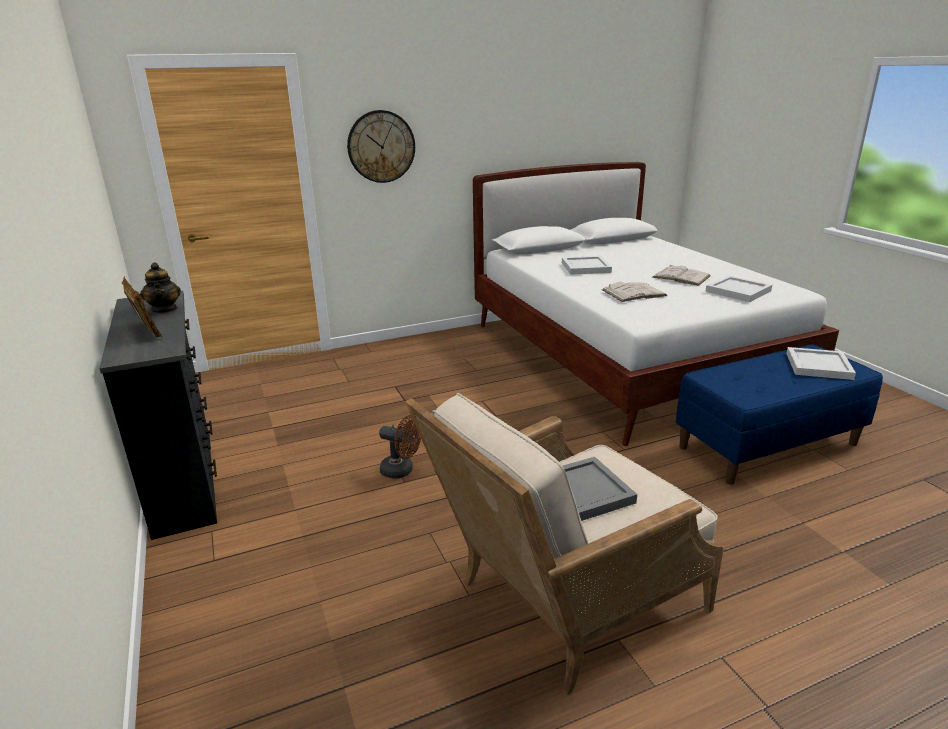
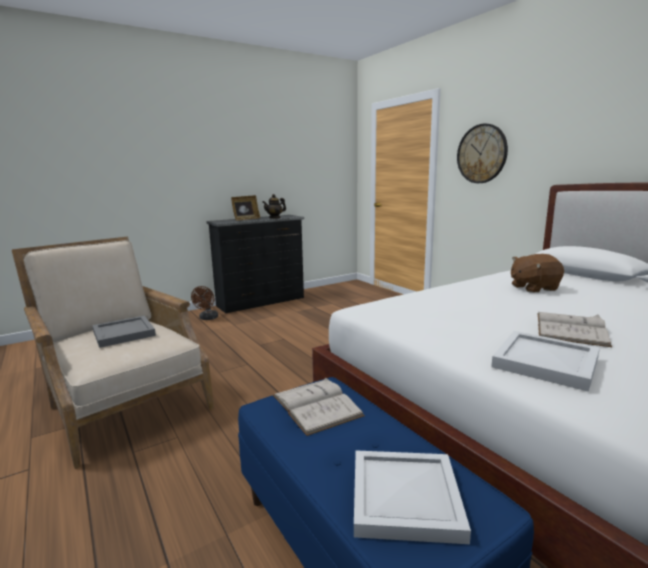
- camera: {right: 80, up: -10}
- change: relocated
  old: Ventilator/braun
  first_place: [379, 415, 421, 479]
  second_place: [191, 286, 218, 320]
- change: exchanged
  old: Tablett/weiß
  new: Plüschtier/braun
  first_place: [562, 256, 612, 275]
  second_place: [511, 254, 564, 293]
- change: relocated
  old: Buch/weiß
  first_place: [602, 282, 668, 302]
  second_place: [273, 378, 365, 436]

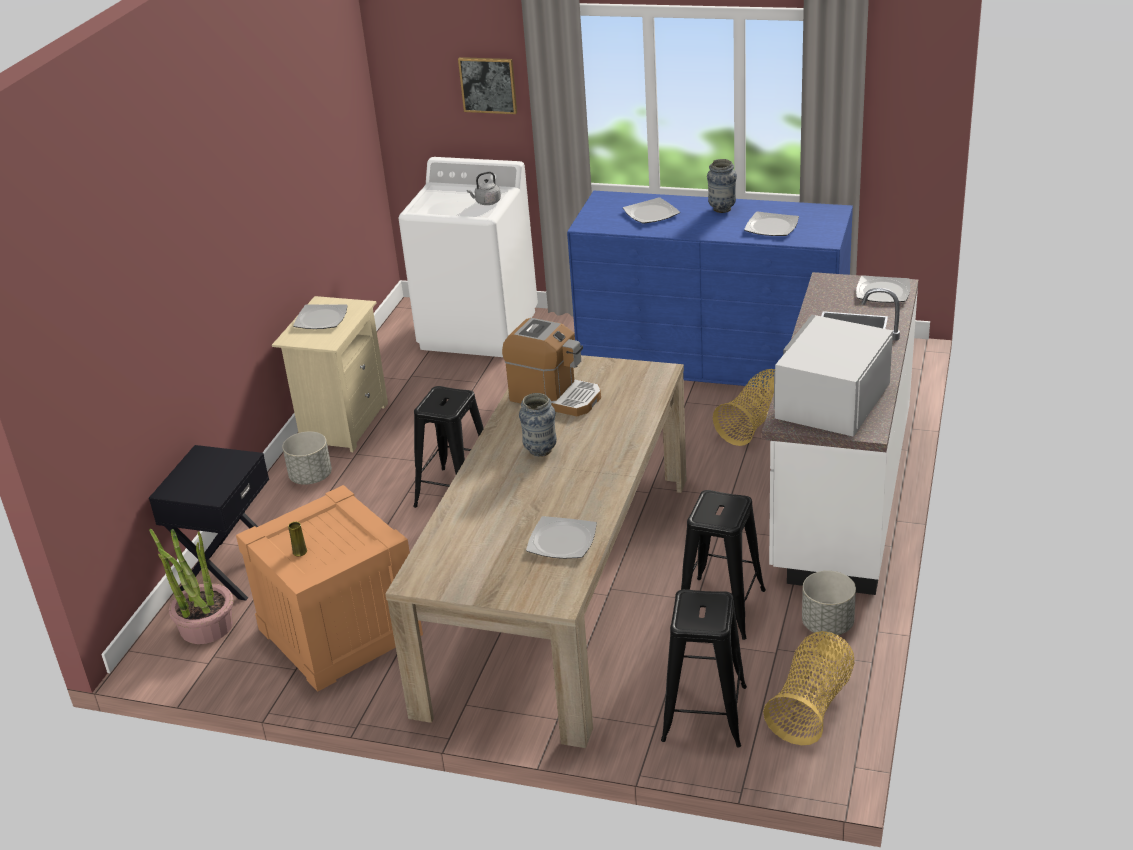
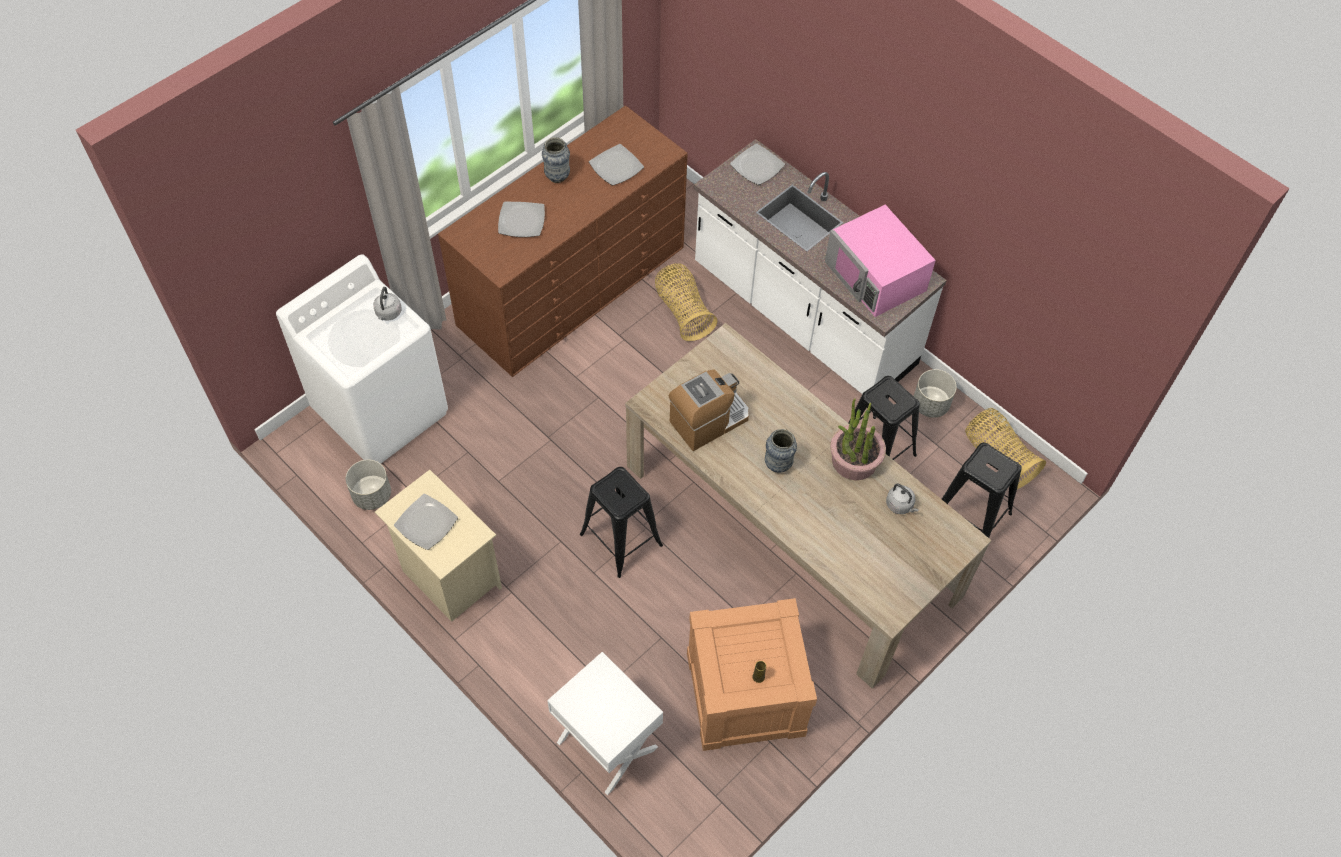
- camera: {right: -65, up: 25}
- change: colour
  old: Nachttisch/schwarz
  new: Nachttisch/weiß
  first_place: [149, 445, 269, 600]
  second_place: [547, 652, 663, 795]
- change: relocated
  old: Topfpflanze
  first_place: [149, 529, 234, 644]
  second_place: [830, 398, 886, 480]
- change: relocated
  old: Pflanzkübel/grau
  first_place: [282, 431, 332, 485]
  second_place: [346, 460, 391, 510]
- change: missing
  old: Bild
  first_place: [458, 57, 517, 114]
- change: exchanged
  old: Teller
  new: Wasserkessel/grau
  first_place: [526, 516, 597, 559]
  second_place: [886, 483, 919, 514]
- change: colour
  old: Kommode/blau
  new: Kommode/braun
  first_place: [567, 191, 853, 388]
  second_place: [438, 105, 688, 377]
- change: colour
  old: Mikrowelle/weiß
  new: Mikrowelle/rosa
  first_place: [774, 315, 893, 437]
  second_place: [825, 205, 936, 317]

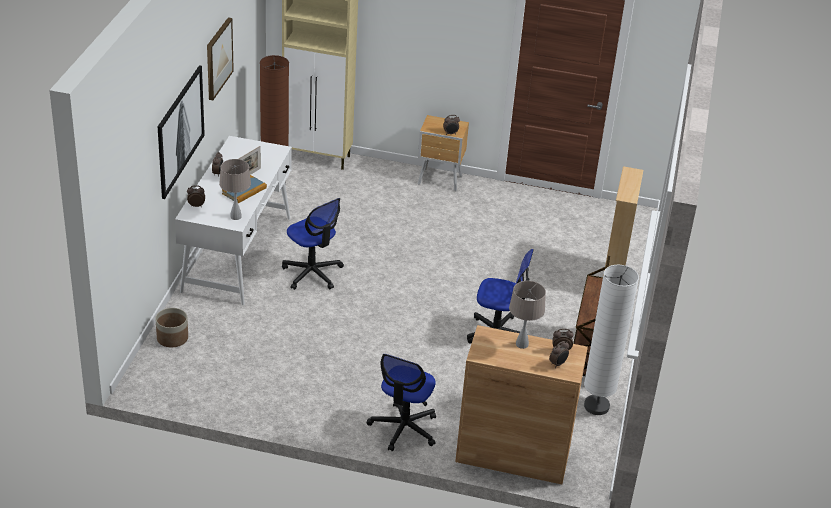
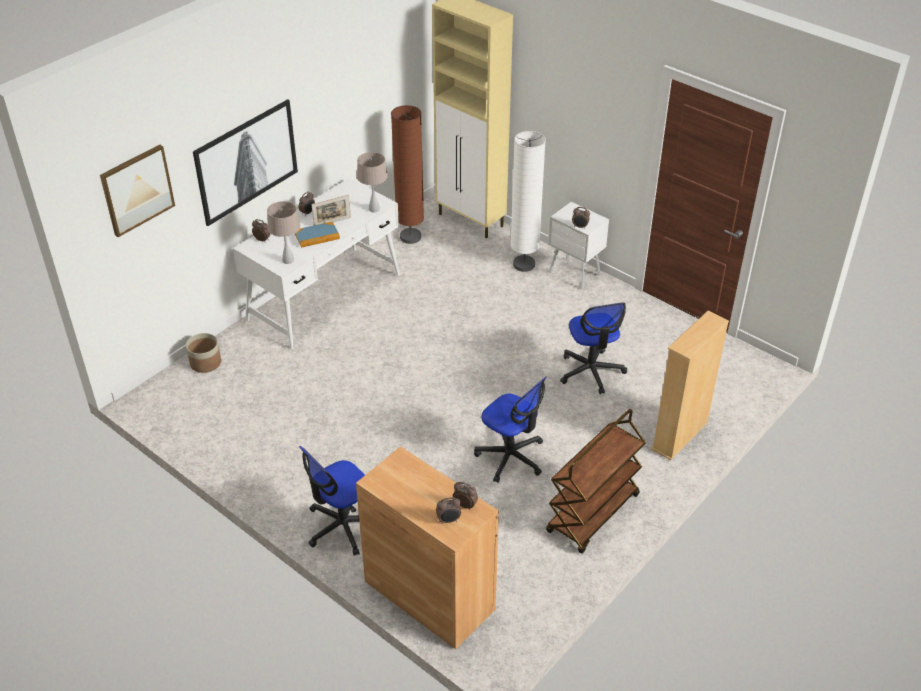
- camera: {right: 30, up: 5}
- change: relocated
  old: Bild
  first_place: [207, 17, 234, 100]
  second_place: [100, 145, 175, 237]
- change: relocated
  old: Bürostuhl
  first_place: [282, 198, 344, 290]
  second_place: [560, 302, 627, 394]
- change: colour
  old: Nachttisch/braun
  new: Nachttisch/weiß
  first_place: [418, 115, 469, 191]
  second_place: [548, 202, 609, 289]
- change: relocated
  old: Tischlampe/beige
  first_place: [509, 281, 546, 349]
  second_place: [357, 152, 388, 212]
- change: relocated
  old: Stehlampe/weiß
  first_place: [584, 265, 639, 415]
  second_place: [510, 131, 546, 272]

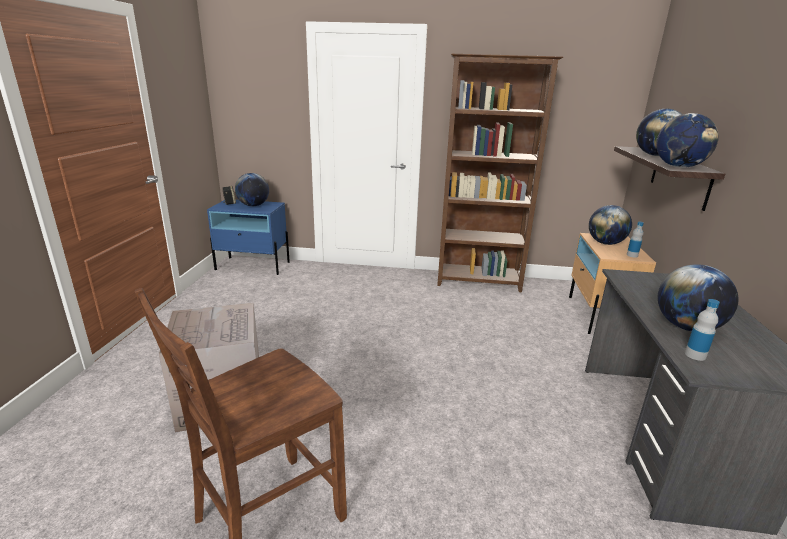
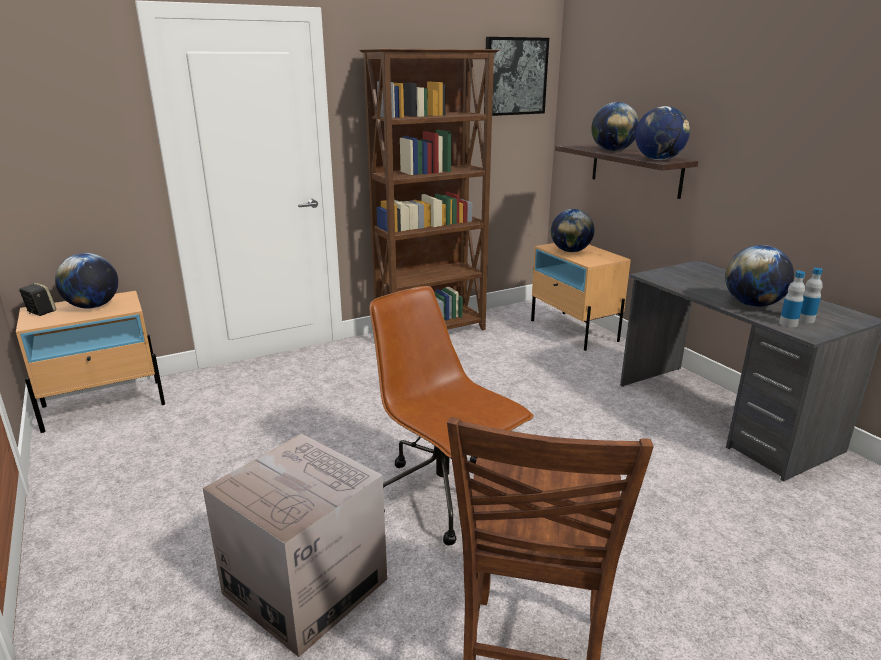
- camera: {right: -35, up: 0}
- change: colour
  old: Nachttisch/blau
  new: Nachttisch/beige
  first_place: [207, 200, 290, 275]
  second_place: [16, 291, 165, 433]
- change: relocated
  old: Flasche
  first_place: [627, 222, 644, 258]
  second_place: [799, 268, 823, 323]
- change: appeared
  new: Bürostuhl/braun
  second_place: [370, 286, 534, 546]
- change: appeared
  new: Bild
  second_place: [484, 37, 549, 116]

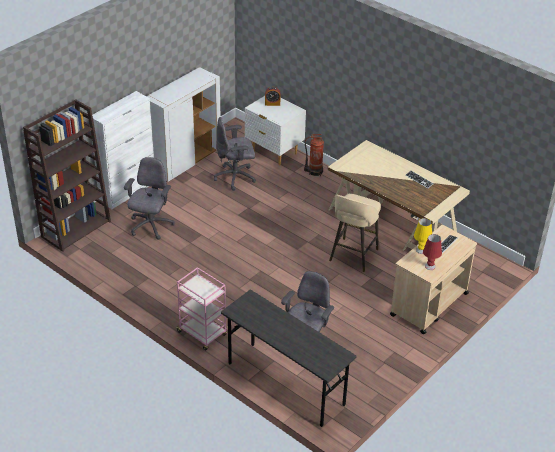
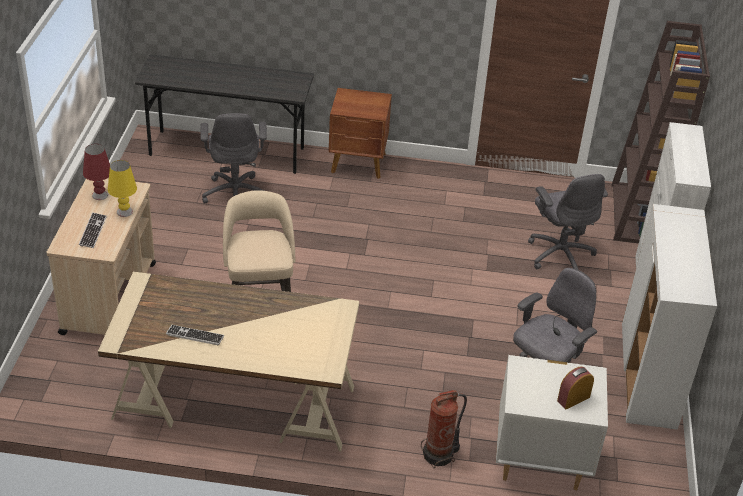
- camera: {right: 145, up: 0}
- change: exchanged
  old: Rollwagen/rosa
  new: Nachttisch/braun
  first_place: [175, 267, 227, 350]
  second_place: [329, 88, 392, 179]

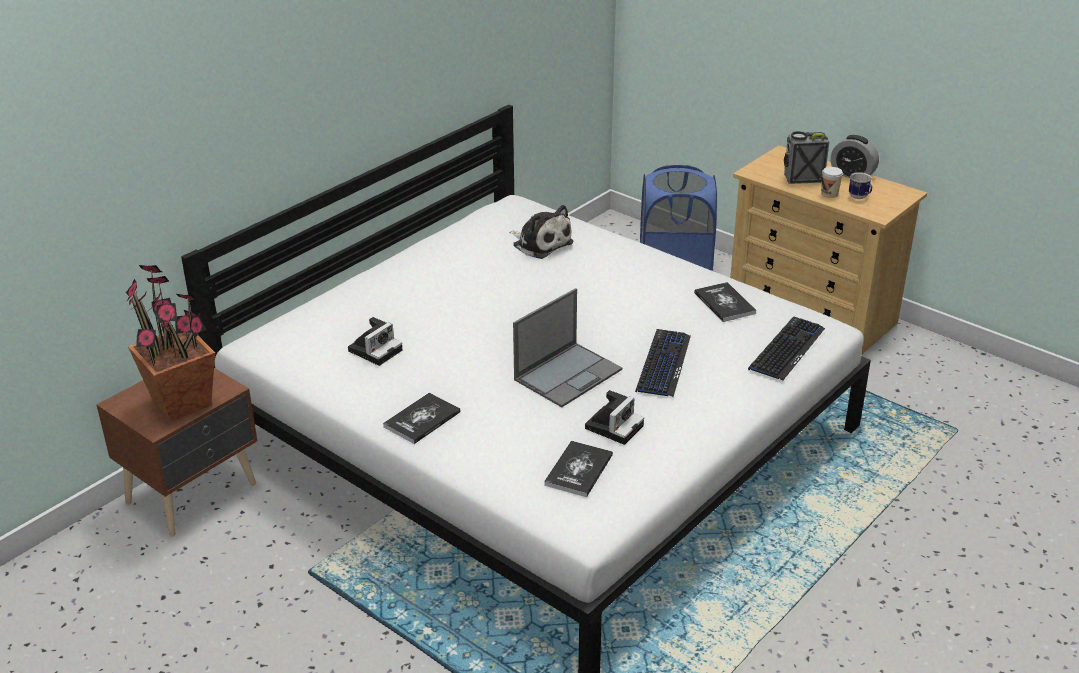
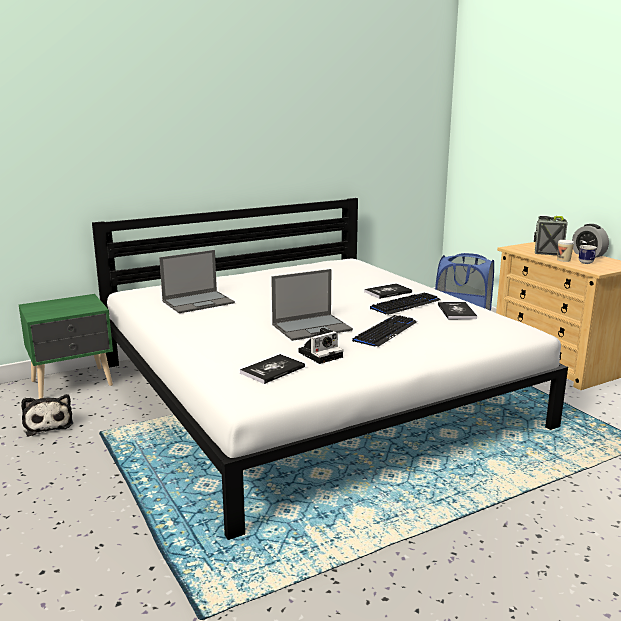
- camera: {right: 20, up: -15}
- change: colour
  old: Nachttisch/braun
  new: Nachttisch/grün
  first_place: [96, 368, 258, 537]
  second_place: [19, 294, 113, 399]
- change: missing
  old: Topfpflanze
  first_place: [126, 265, 215, 421]
- change: exchanged
  old: Kamera
  new: Laptop
  first_place: [348, 317, 403, 366]
  second_place: [159, 250, 235, 313]
- change: relocated
  old: Buch
  first_place: [383, 393, 461, 444]
  second_place: [364, 283, 412, 299]
- change: relocated
  old: Plüschtier
  first_place: [509, 205, 573, 259]
  second_place: [21, 394, 73, 436]
- change: relocated
  old: Tastatur
  first_place: [748, 316, 825, 381]
  second_place: [370, 293, 441, 315]

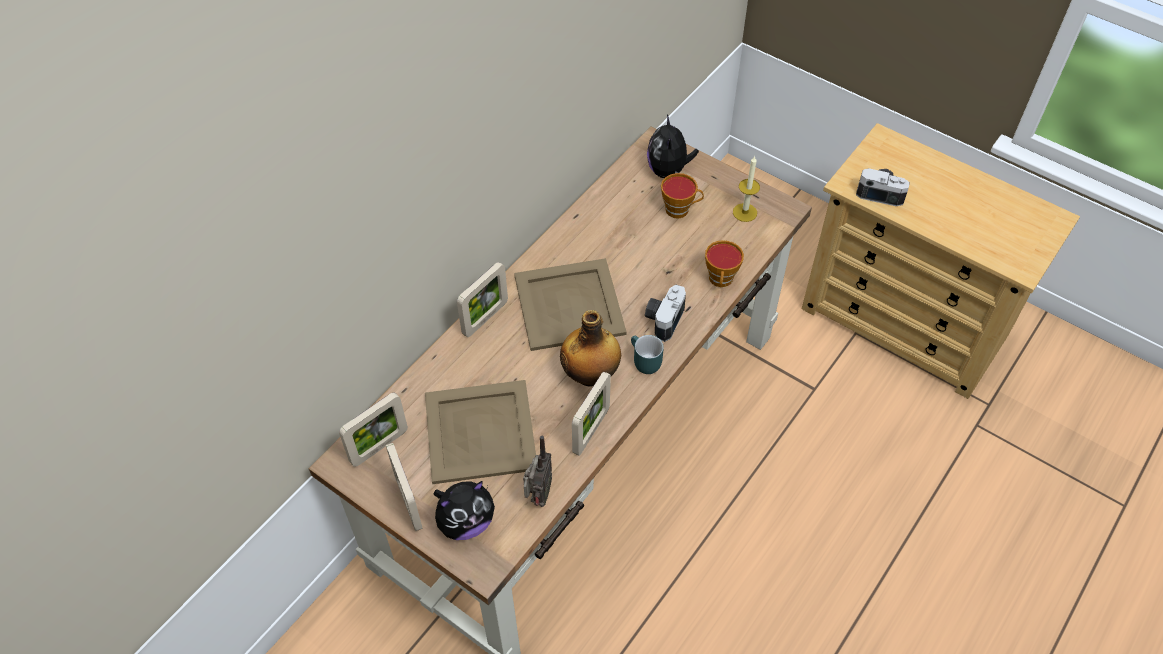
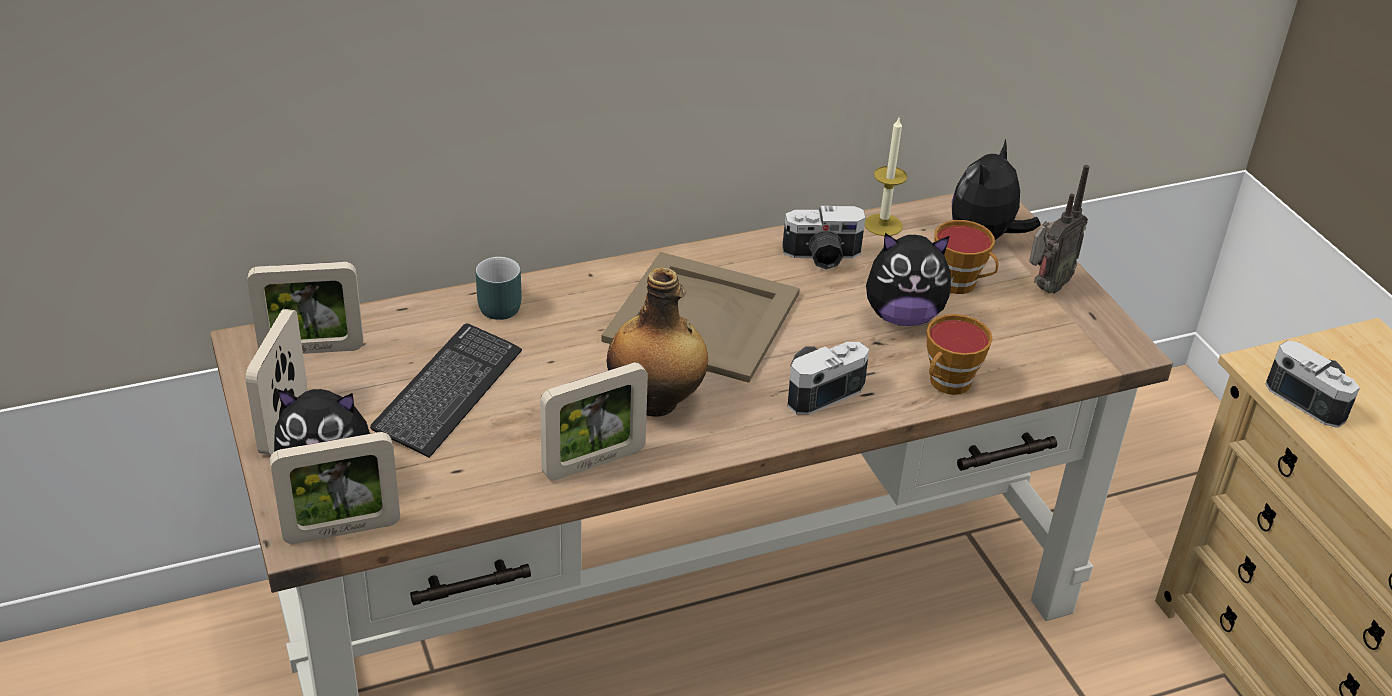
- camera: {right: 30, up: -15}
- change: exchanged
  old: Tablett/beige
  new: Tastatur
  first_place: [425, 380, 536, 484]
  second_place: [370, 323, 522, 458]
- change: relocated
  old: Bilderrahmen
  first_place: [457, 262, 508, 337]
  second_place: [270, 432, 400, 544]
- change: relocated
  old: Radio
  first_place: [523, 436, 552, 507]
  second_place: [1029, 165, 1090, 294]
- change: relocated
  old: Henkelbecher/türkis
  first_place: [631, 335, 664, 374]
  second_place: [475, 257, 522, 320]
- change: relocated
  old: Kerze
  first_place: [733, 156, 760, 222]
  second_place: [865, 118, 907, 236]
- change: appeared
  new: Kamera
  second_place: [782, 206, 866, 270]
- change: appeared
  new: Plüschtier
  second_place: [866, 233, 955, 326]

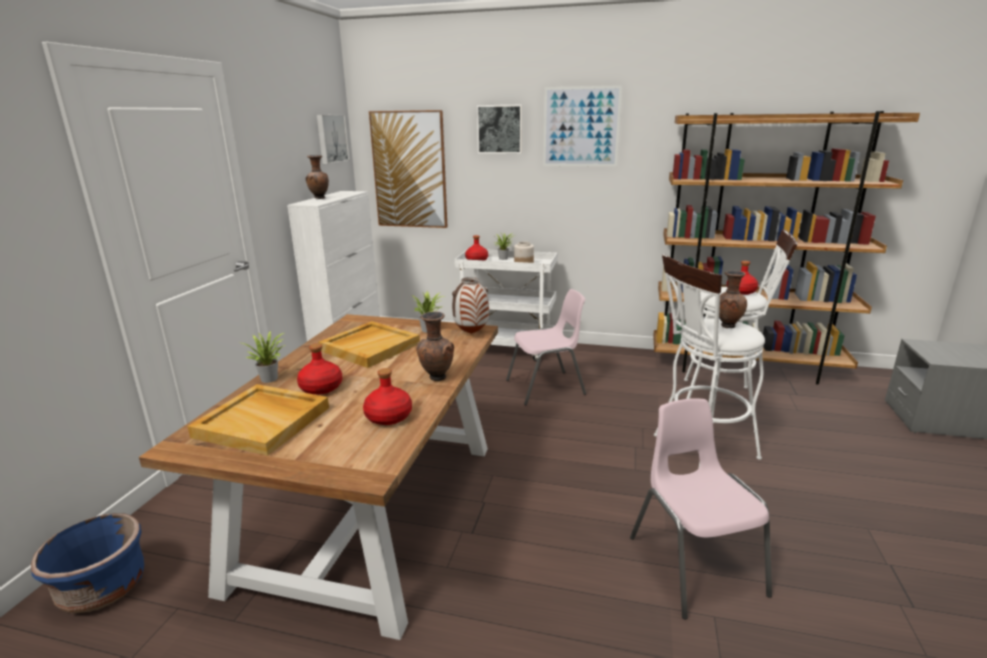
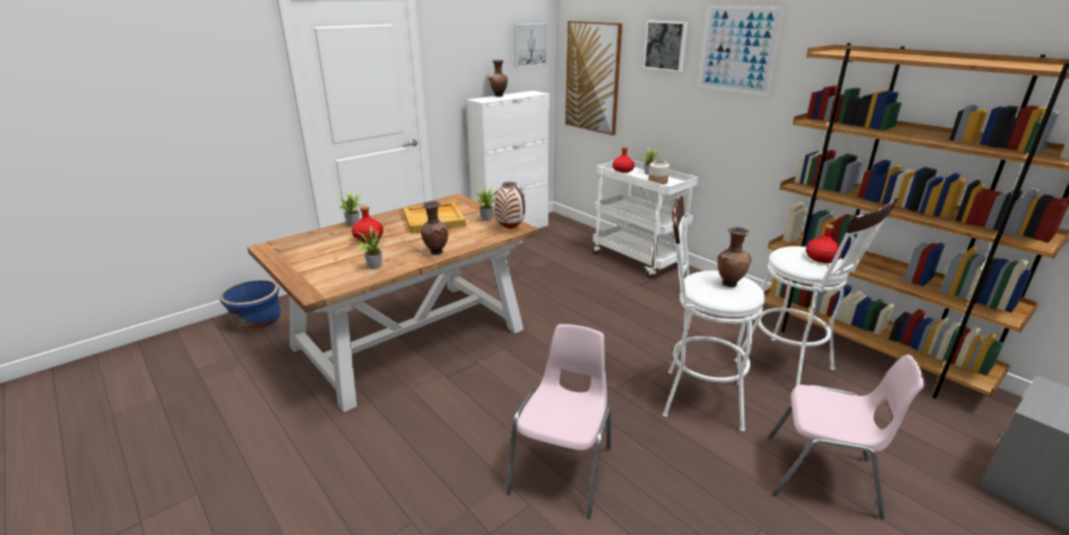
- camera: {right: 35, up: 5}
- change: missing
  old: Tablett/beige
  first_place: [187, 384, 329, 456]
- change: exchanged
  old: Flasche/rot
  new: Topfpflanze
  first_place: [363, 368, 412, 425]
  second_place: [352, 226, 384, 269]
- change: relocated
  old: Stuhl/rosa
  first_place: [506, 289, 586, 405]
  second_place: [769, 354, 925, 519]

